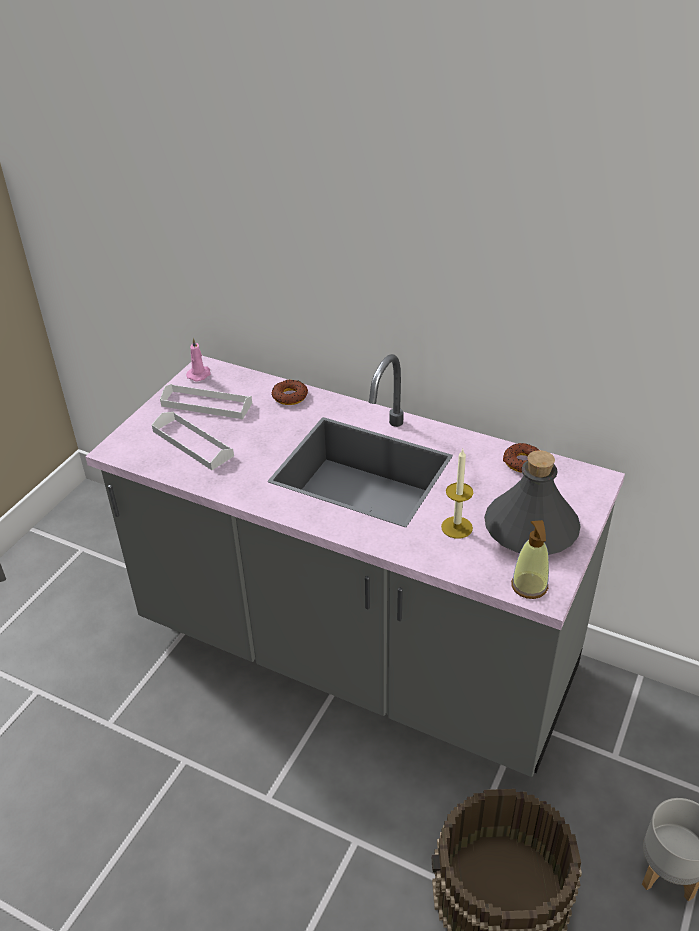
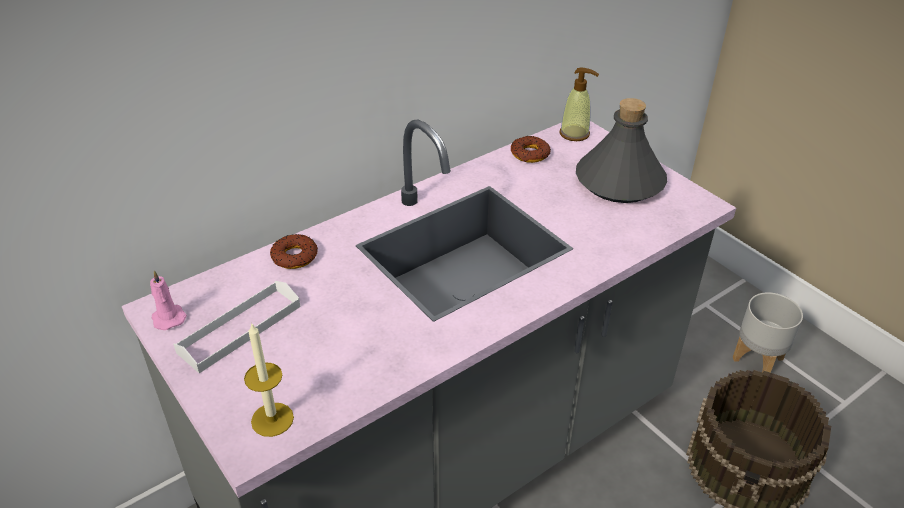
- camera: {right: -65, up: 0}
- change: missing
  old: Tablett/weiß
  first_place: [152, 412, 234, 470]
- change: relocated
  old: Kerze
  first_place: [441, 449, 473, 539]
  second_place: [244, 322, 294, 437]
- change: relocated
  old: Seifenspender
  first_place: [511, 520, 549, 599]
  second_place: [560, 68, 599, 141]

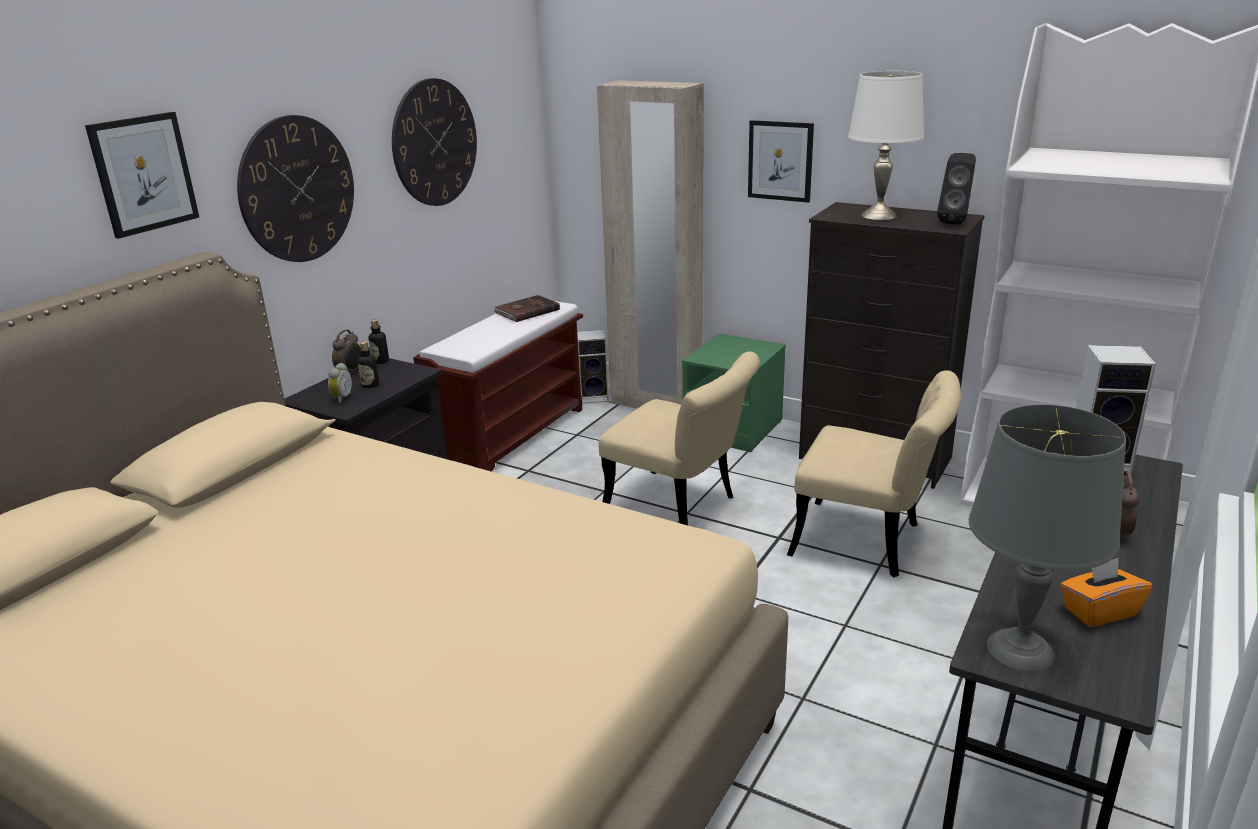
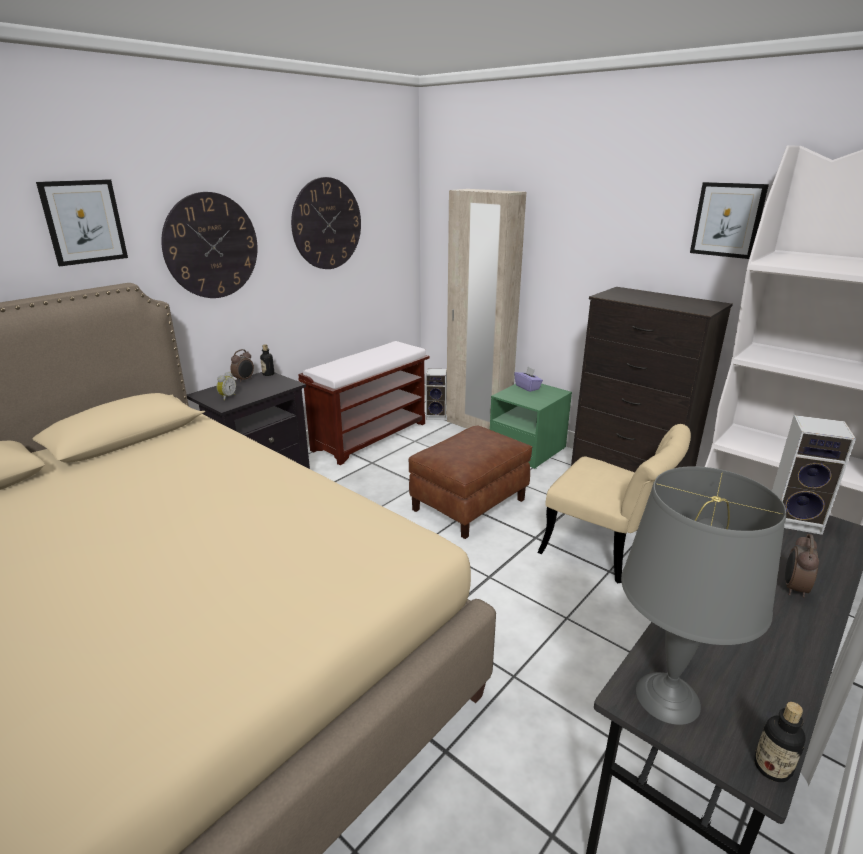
- camera: {right: 10, up: 0}
- change: relocated
  old: Flasche
  first_place: [357, 341, 379, 388]
  second_place: [754, 702, 806, 782]
- change: missing
  old: Buch/braun
  first_place: [493, 295, 560, 322]
- change: exchanged
  old: Stuhl/beige
  new: Polsterhocker/braun
  first_place: [599, 352, 760, 525]
  second_place: [408, 426, 532, 539]
- change: relocated
  old: Bild
  first_place: [748, 120, 814, 203]
  second_place: [690, 182, 769, 259]
- change: missing
  old: Tischlampe/weiß
  first_place: [848, 71, 924, 220]
- change: missing
  old: Lautsprecher/schwarz
  first_place: [937, 153, 976, 225]
- change: missing
  old: Taschentuchbox/orange
  first_place: [1060, 558, 1152, 627]
- change: appeared
  new: Taschentuchbox/lila
  second_place: [514, 367, 543, 392]

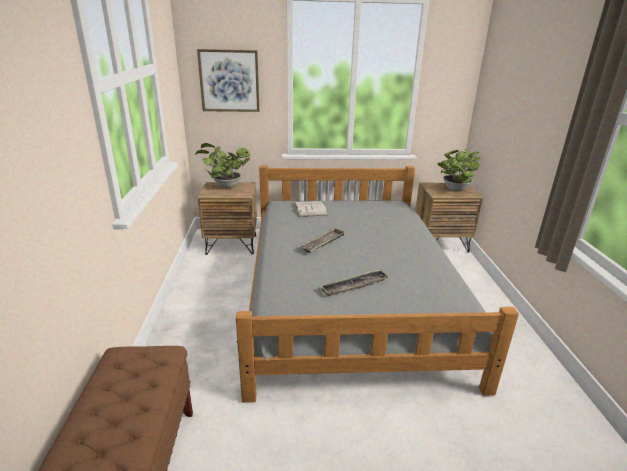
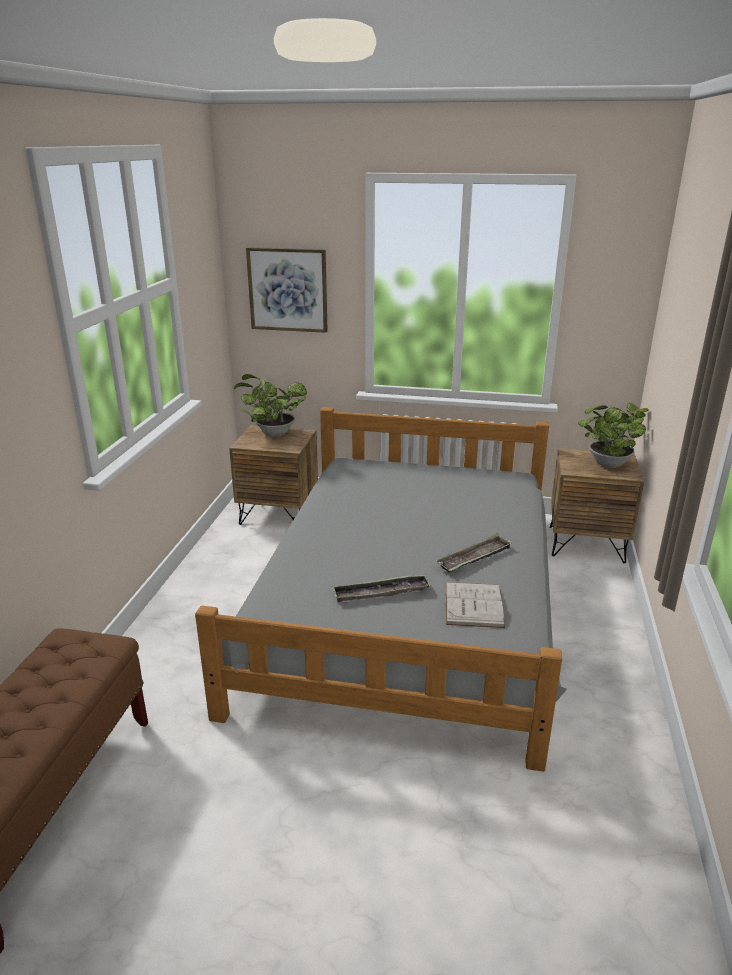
- camera: {right: 15, up: 0}
- change: relocated
  old: Buch/weiß
  first_place: [295, 201, 328, 217]
  second_place: [445, 582, 505, 628]
- change: relocated
  old: Tablett
  first_place: [299, 227, 346, 253]
  second_place: [436, 533, 513, 573]

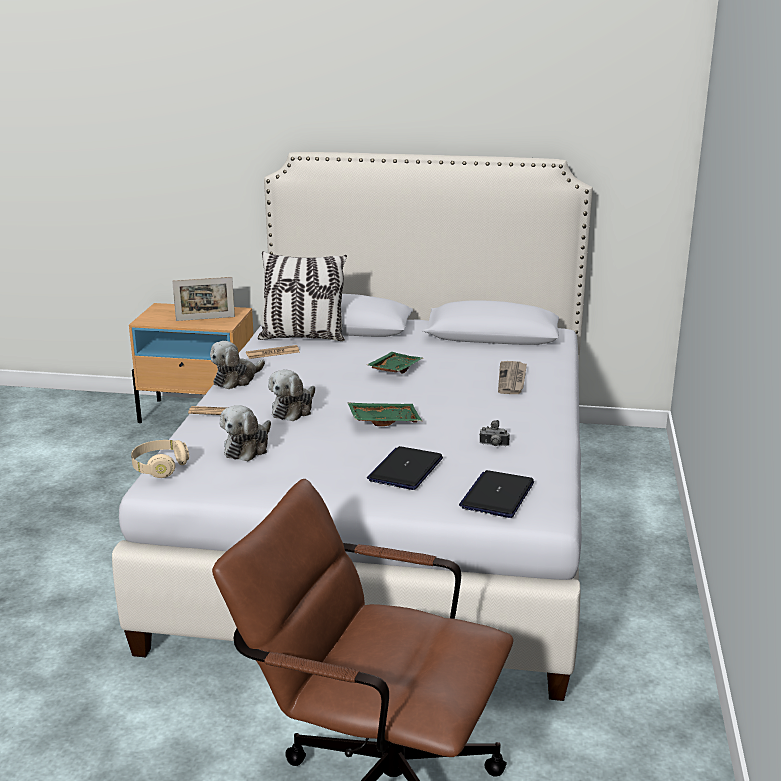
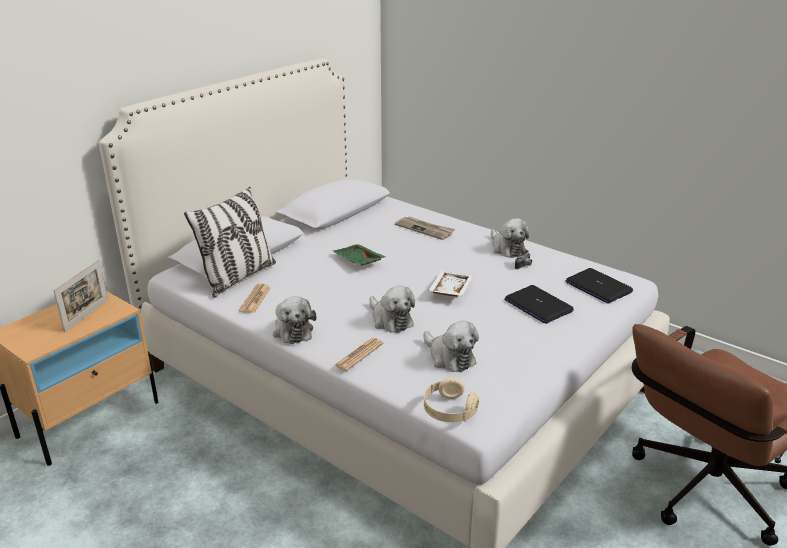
- camera: {right: -60, up: 5}
- change: colour
  old: Tablett/grün
  new: Tablett/weiß
  first_place: [348, 403, 422, 426]
  second_place: [428, 271, 473, 297]
- change: appeared
  new: Plüschtier
  second_place: [491, 218, 529, 258]

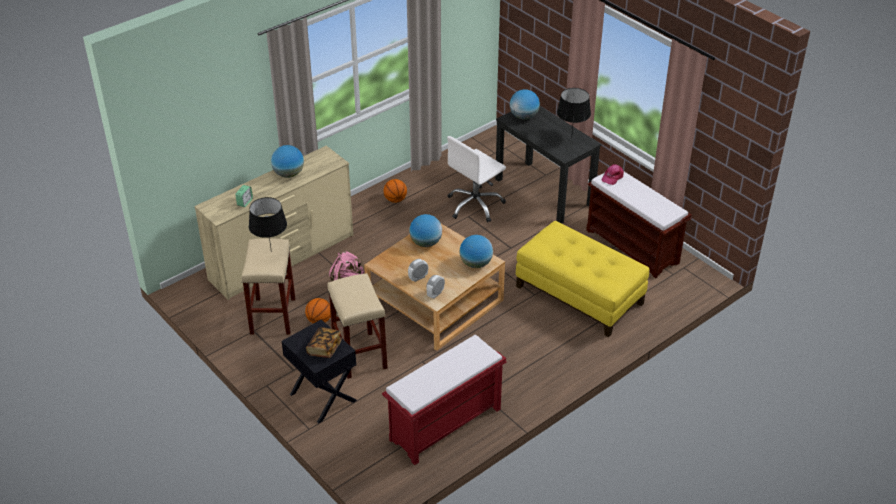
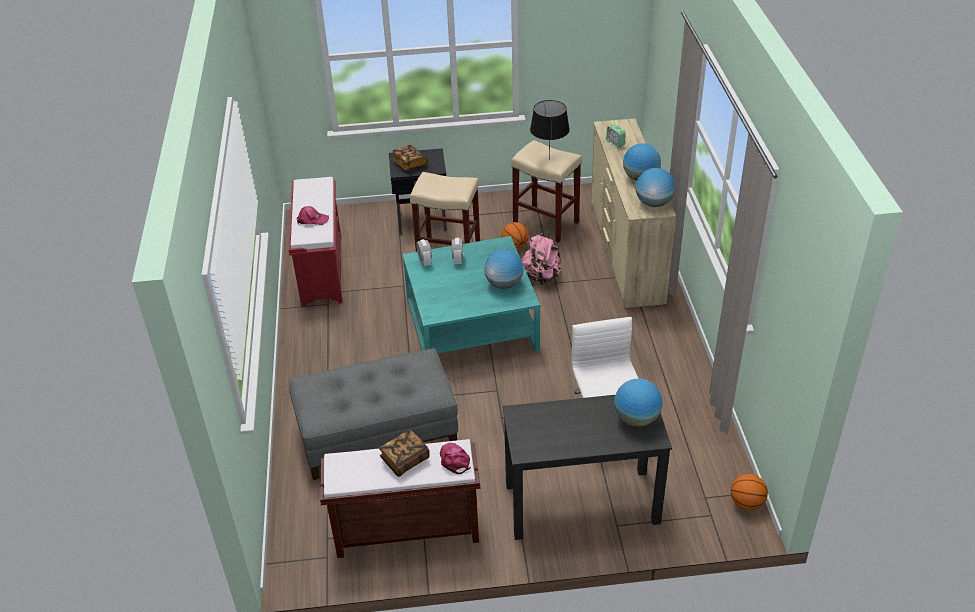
- camera: {right: 125, up: 0}
- change: colour
  old: Couchtisch/beige
  new: Couchtisch/türkis
  first_place: [364, 224, 505, 351]
  second_place: [403, 236, 540, 353]
- change: relocated
  old: Basketball
  first_place: [383, 179, 407, 203]
  second_place: [731, 474, 768, 510]
- change: relocated
  old: Globus
  first_place: [460, 235, 493, 268]
  second_place: [636, 168, 675, 207]
- change: colour
  old: Polsterhocker/gelb
  new: Polsterhocker/grau
  first_place: [516, 221, 649, 337]
  second_place: [289, 348, 458, 480]
- change: missing
  old: Tischlampe/schwarz
  first_place: [557, 88, 591, 132]
- change: appeared
  new: Kappe/rosa
  second_place: [297, 206, 329, 225]
- change: appeared
  new: Buch
  second_place: [379, 429, 430, 477]

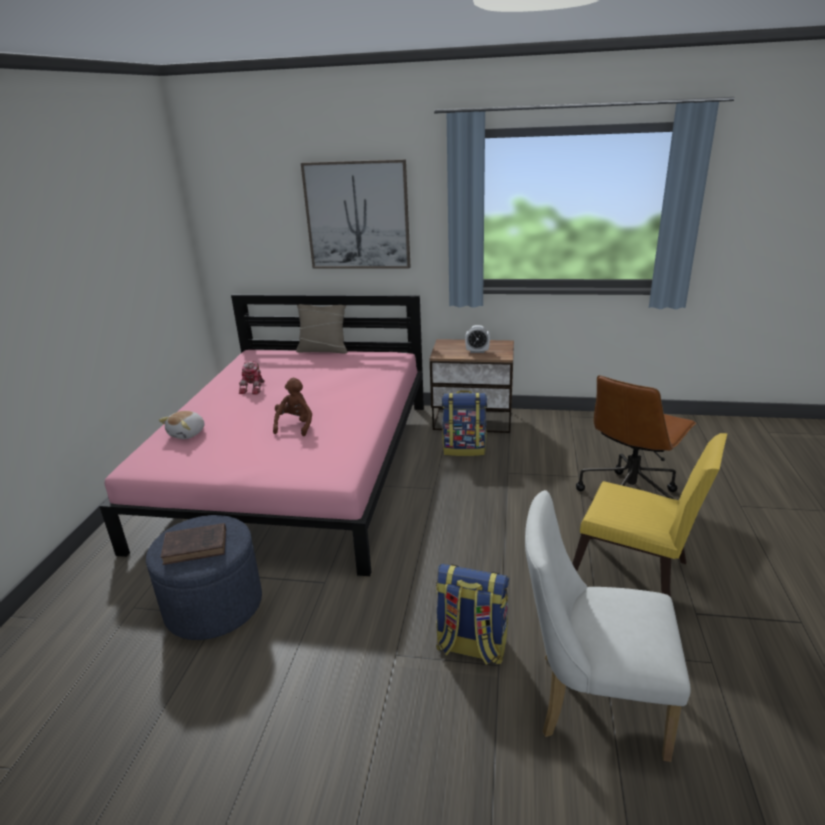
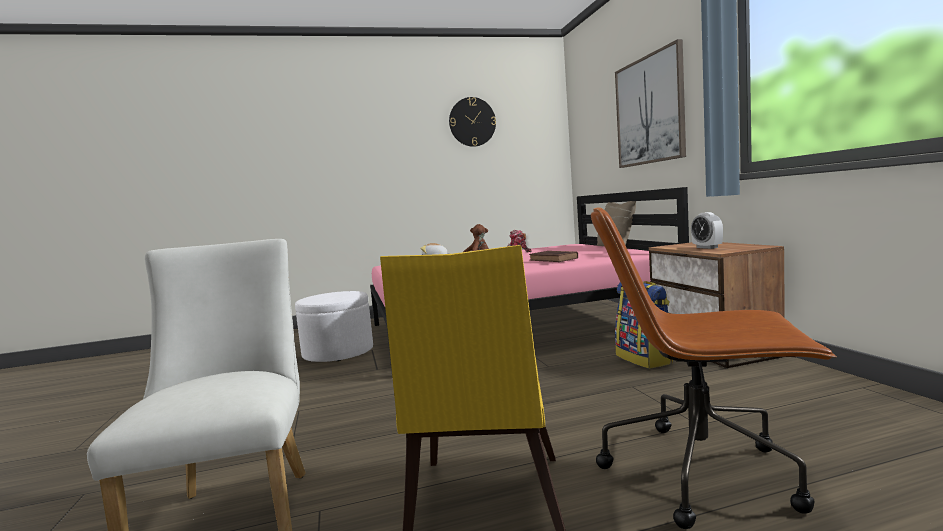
- camera: {right: 65, up: -20}
- change: colour
  old: Polsterhocker/blau
  new: Polsterhocker/weiß
  first_place: [146, 515, 262, 640]
  second_place: [295, 291, 373, 362]
- change: relocated
  old: Buch/braun
  first_place: [161, 523, 226, 565]
  second_place: [529, 251, 578, 262]
- change: missing
  old: Rucksack
  first_place: [436, 564, 509, 665]
- change: appeared
  new: Wanduhr
  second_place: [449, 97, 496, 147]

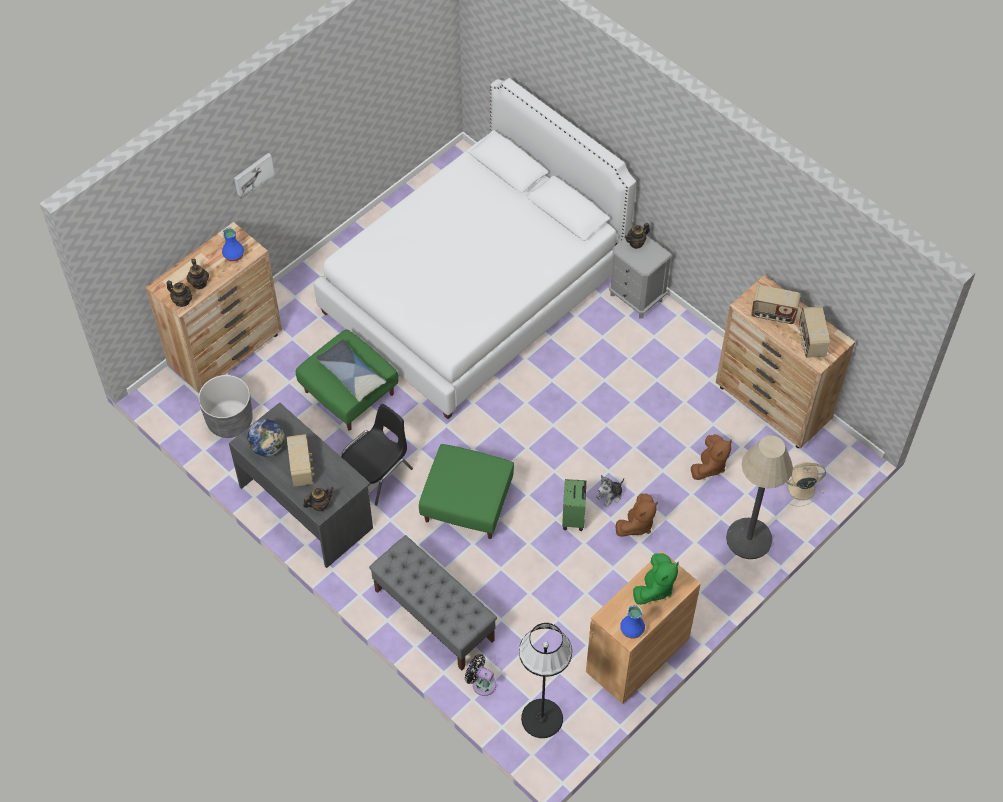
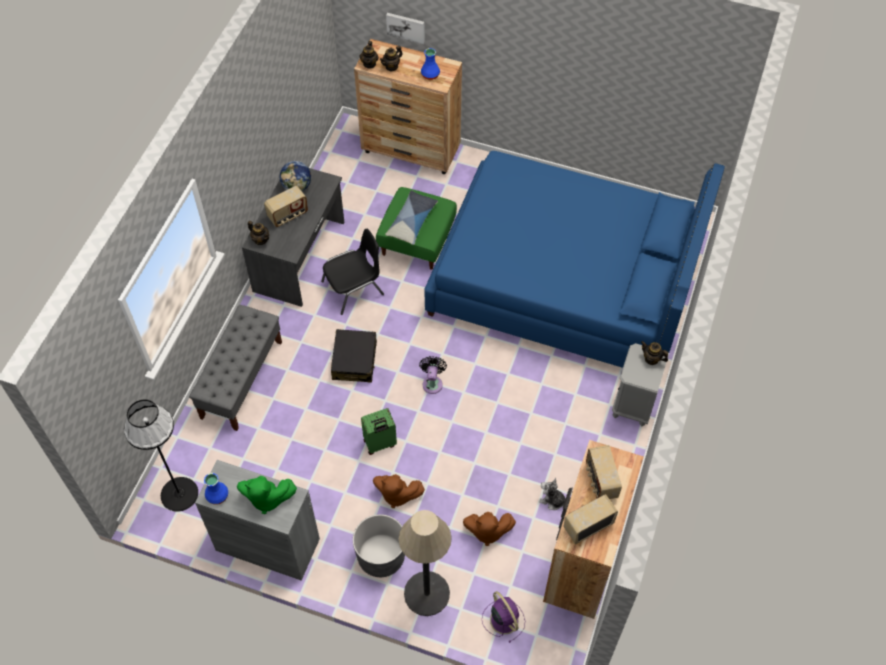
- camera: {right: 65, up: 0}
- change: relocated
  old: Pflanzkübel/grau
  first_place: [198, 375, 253, 438]
  second_place: [353, 514, 405, 577]
- change: relocated
  old: Bild
  first_place: [234, 153, 275, 200]
  second_place: [386, 13, 425, 44]
- change: colour
  old: Bett/weiß
  new: Bett/blau
  first_place: [314, 78, 636, 419]
  second_place: [424, 151, 725, 368]
- change: spun
  old: Stuhl/schwarz
  first_place: [341, 404, 413, 506]
  second_place: [321, 229, 384, 315]
  degrees: -45
- change: exchanged
  old: Polsterhocker/grün
  new: Koffer/schwarz
  first_place: [419, 444, 514, 539]
  second_place: [331, 329, 377, 383]
- change: relocated
  old: Ventilator/schwarz
  first_place: [465, 654, 496, 696]
  second_place: [419, 356, 447, 394]
- change: colour
  old: Schrank/braun
  new: Schrank/grau
  first_place: [586, 551, 701, 704]
  second_place: [195, 460, 320, 581]
- change: relocated
  old: Plüschtier
  first_place: [596, 475, 624, 507]
  second_place: [539, 478, 565, 510]
- change: colour
  old: Ventilator/beige
  new: Ventilator/lila
  first_place: [780, 462, 826, 507]
  second_place: [482, 591, 525, 643]

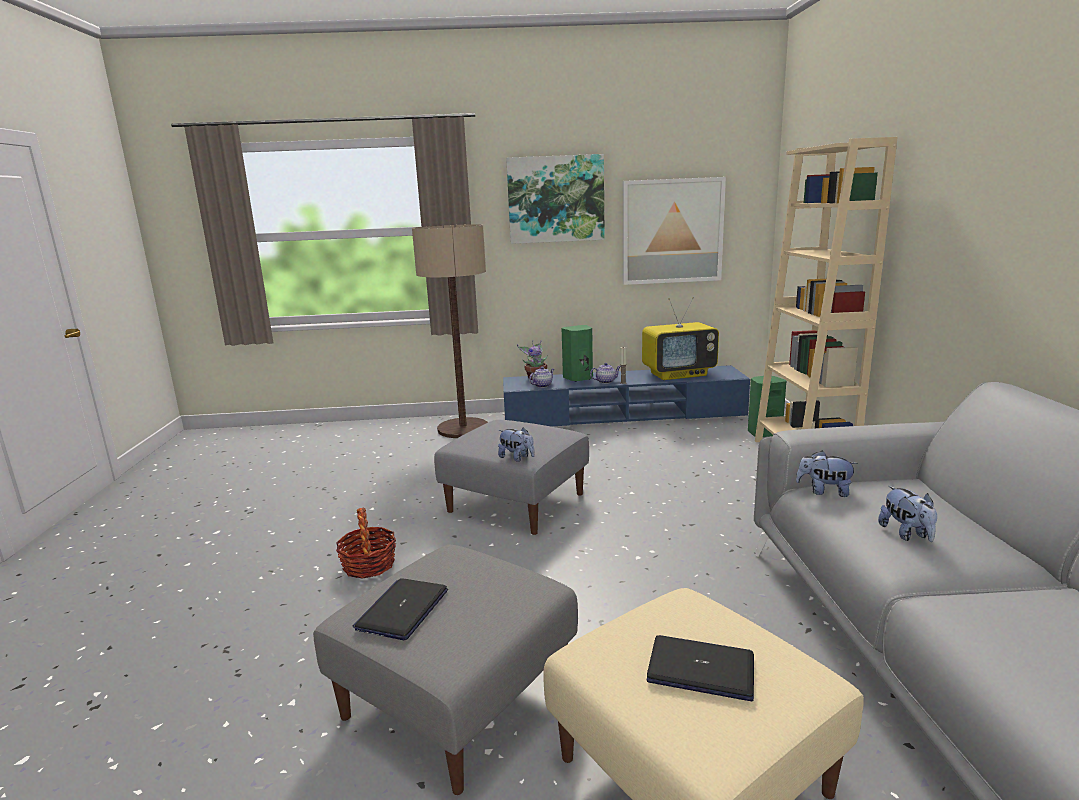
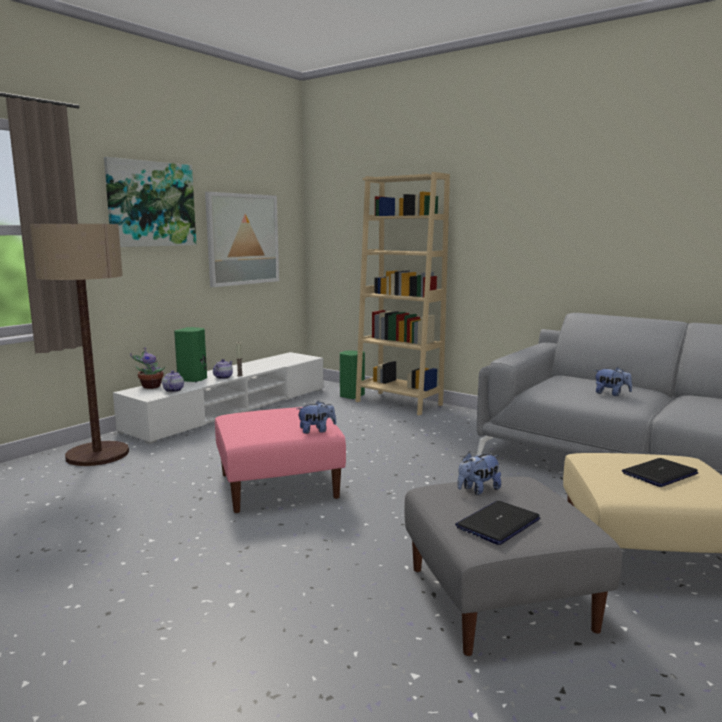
- camera: {right: -50, up: -5}
- change: missing
  old: Korb
  first_place: [336, 508, 396, 579]
- change: spun
  old: Laptop
  first_place: [352, 578, 448, 640]
  second_place: [455, 501, 540, 545]
  degrees: 75
- change: colour
  old: Polsterhocker/grau
  new: Polsterhocker/rosa
  first_place: [434, 420, 589, 535]
  second_place: [215, 407, 346, 513]
- change: colour
  old: Fernsehschrank/blau
  new: Fernsehschrank/weiß
  first_place: [503, 365, 750, 426]
  second_place: [113, 352, 324, 444]
- change: missing
  old: Fernseher
  first_place: [642, 297, 719, 380]
- change: relocated
  old: Plüschtier
  first_place: [796, 451, 858, 497]
  second_place: [458, 452, 501, 495]

